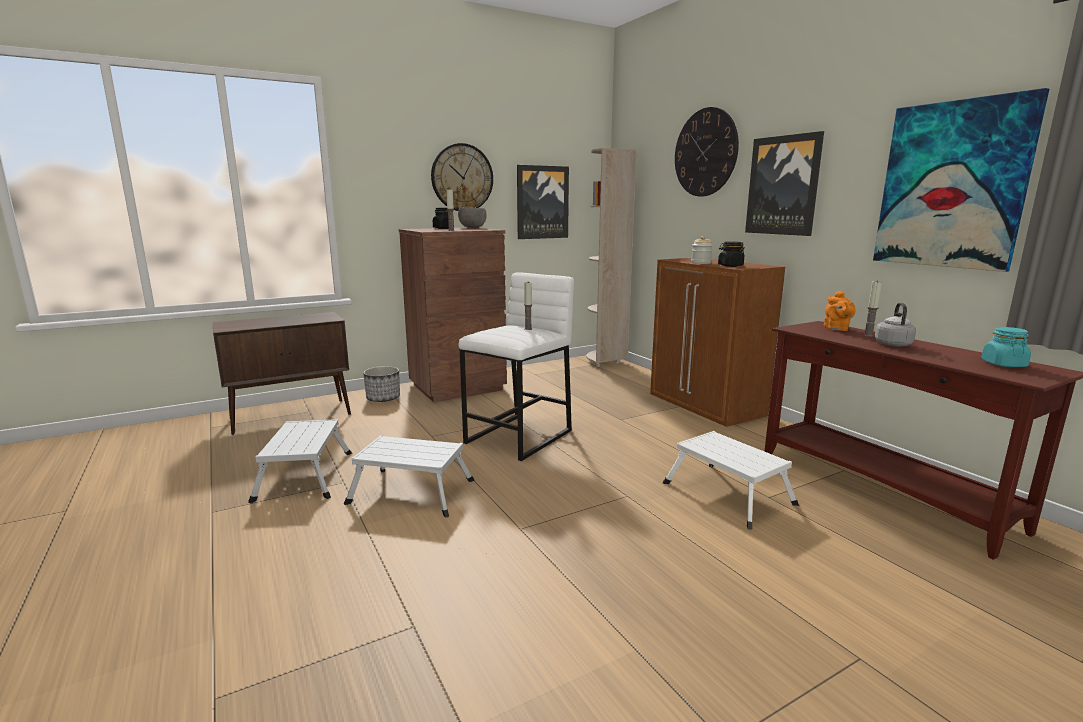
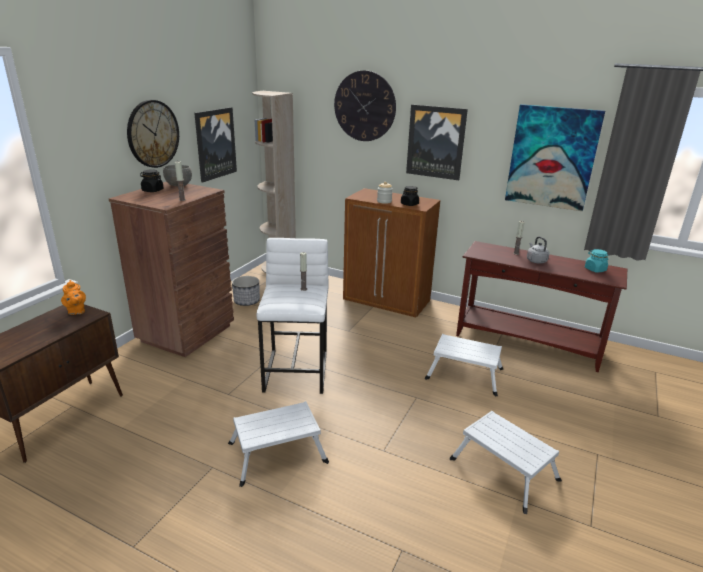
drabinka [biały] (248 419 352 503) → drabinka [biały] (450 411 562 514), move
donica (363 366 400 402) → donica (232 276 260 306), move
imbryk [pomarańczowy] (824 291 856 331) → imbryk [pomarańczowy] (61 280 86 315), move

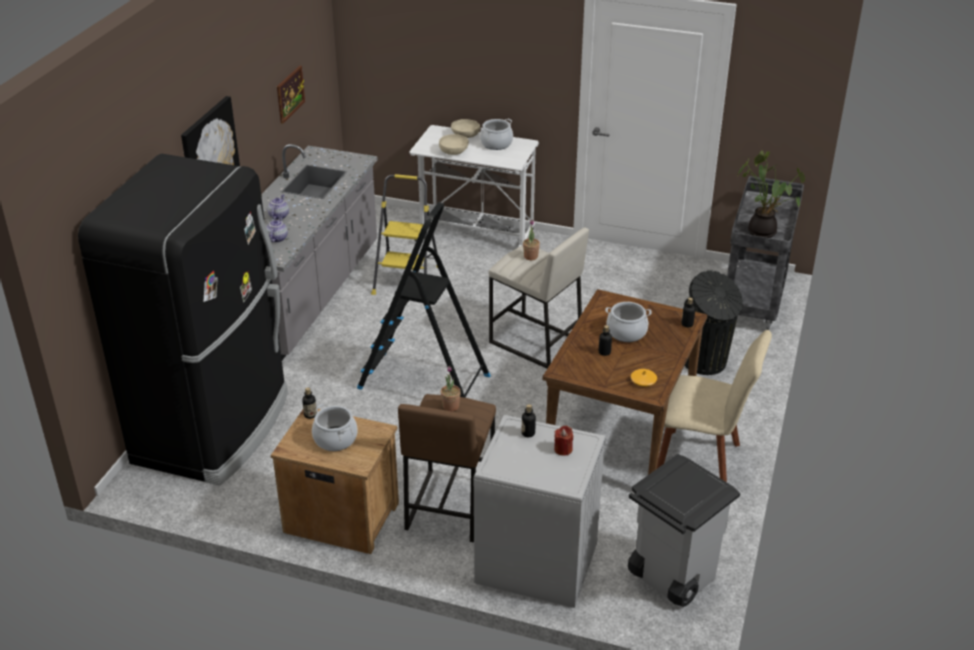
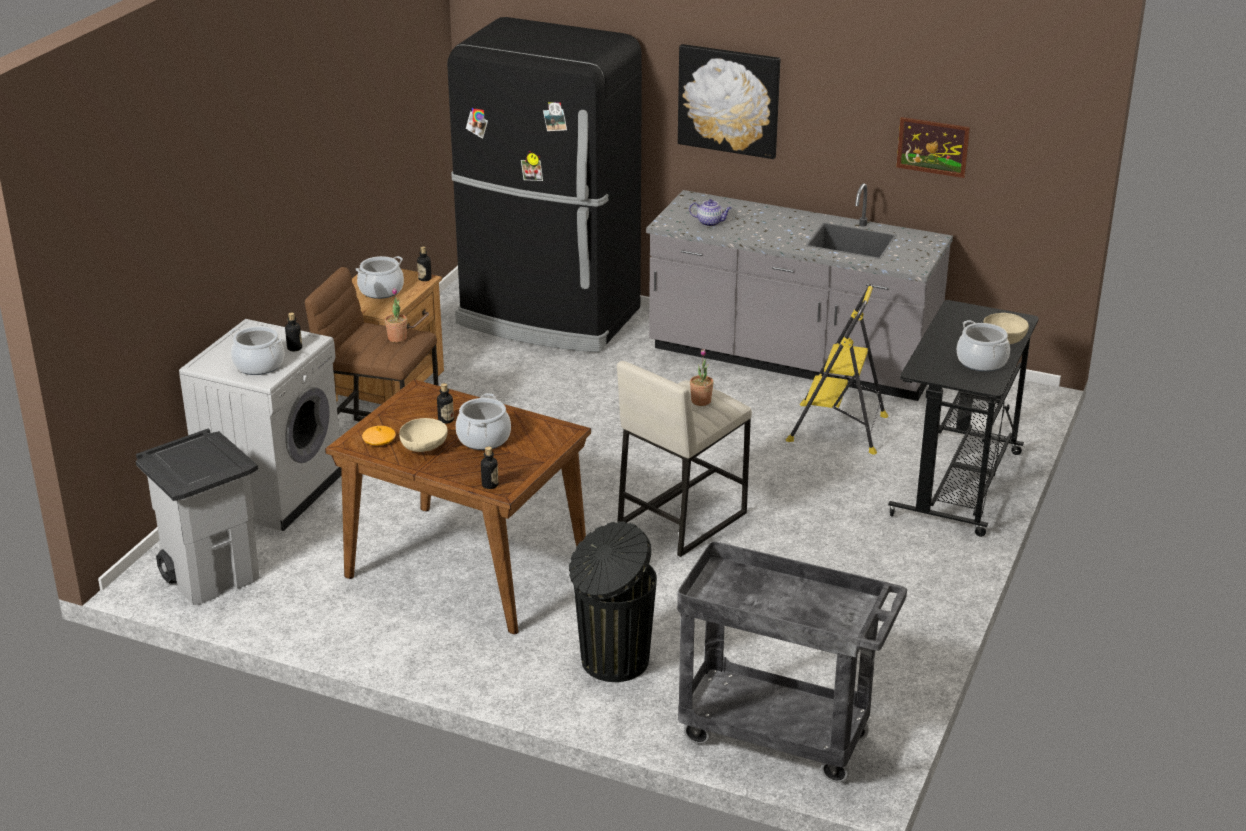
imbryk (267 194 289 220) → -
drabinka [czarny] (357 202 491 398) → -
krzesło [beżowy] (657 330 772 482) → -
roślina doniczkowa (738 150 805 238) → -
miska [beżowy] (439 134 469 155) → miska [beżowy] (399 418 448 452), move
świeca [czerwony] (554 426 573 456) → garnek (229 326 284 375)
biurko [biały] (410 125 539 247) → biurko [czarny] (888 300 1039 537)

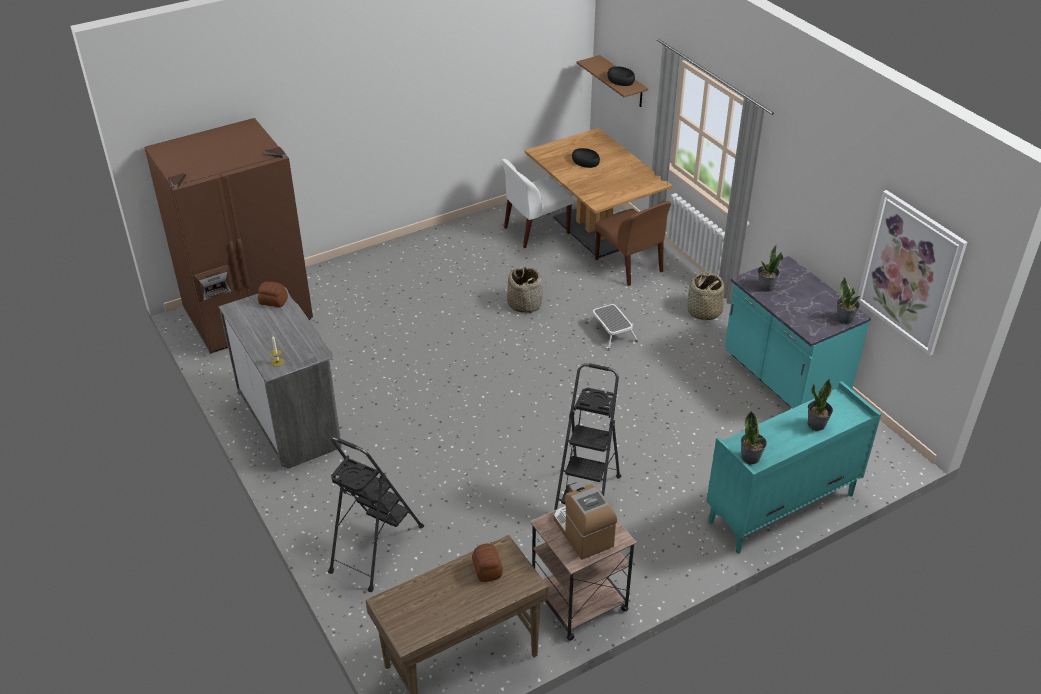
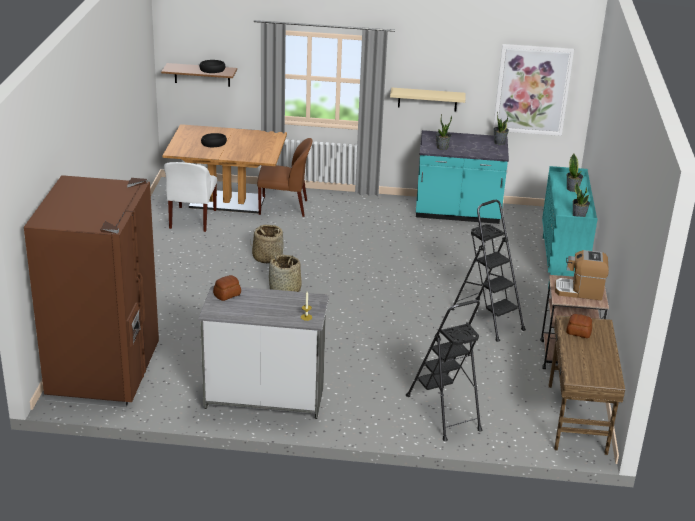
drabinka [szary] (586 304 638 351) → -
- → półka [beżowy] (390 88 466 111)
koszyk (687 271 724 321) → koszyk (269 255 302 292), move

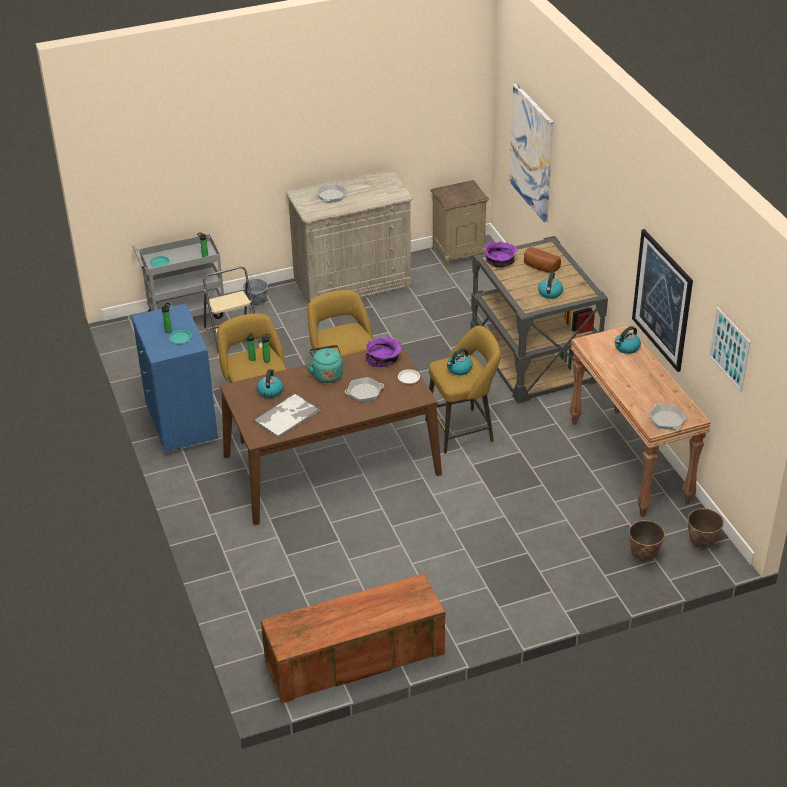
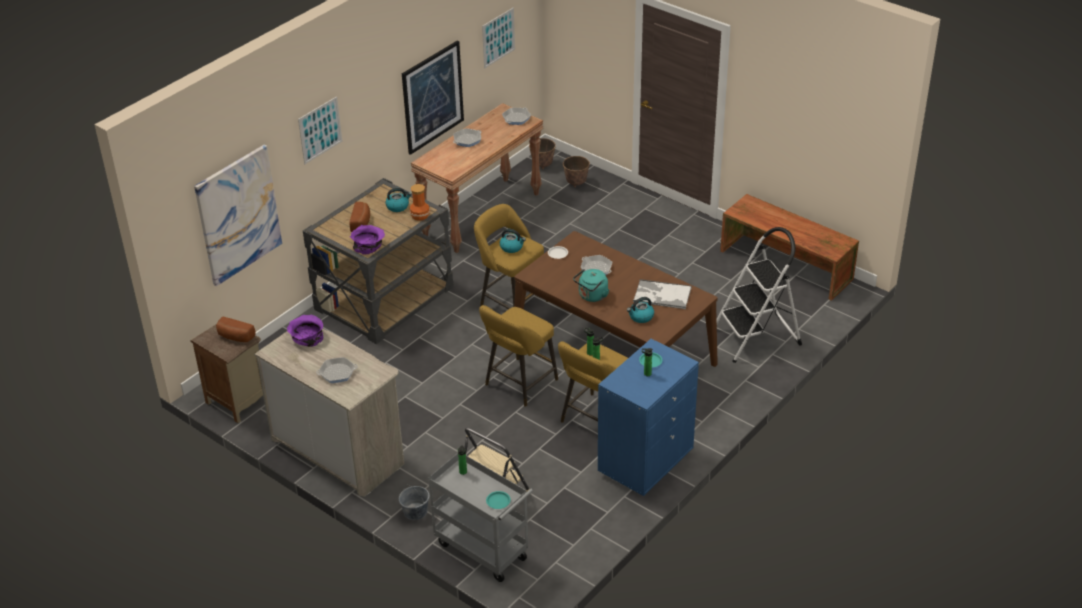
czajnik (615 326 641 354) → -
- → chleb (216 317 256 342)
- → obraz (298 97 342 164)
- → wazon (409 184 430 221)
- → patelnia (453 128 482 147)
- → drabinka (717 227 802 363)
miska [fioletowy] (365 336 401 367) → miska [fioletowy] (287 315 323 347), move

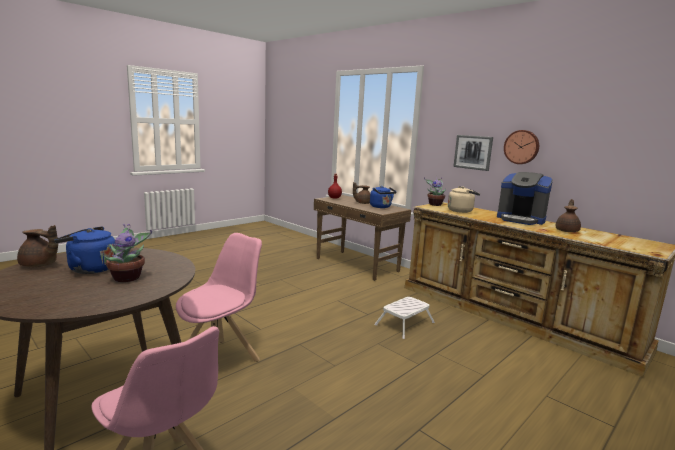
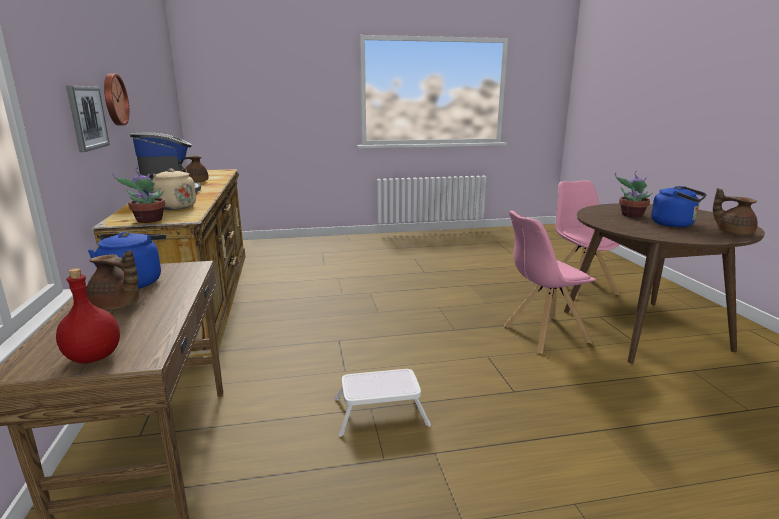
drabinka [biały] (375 297 435 339) → drabinka [biały] (335 369 431 437), move

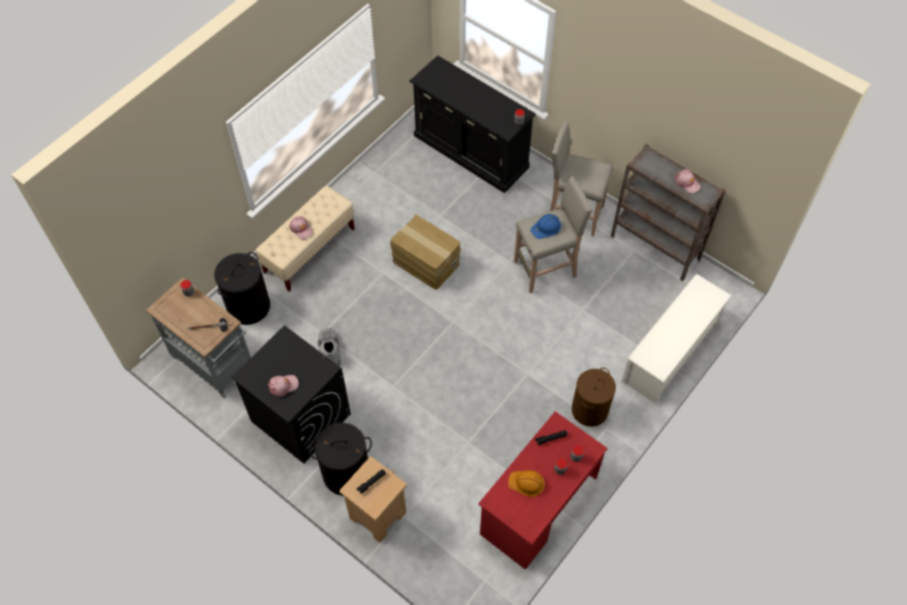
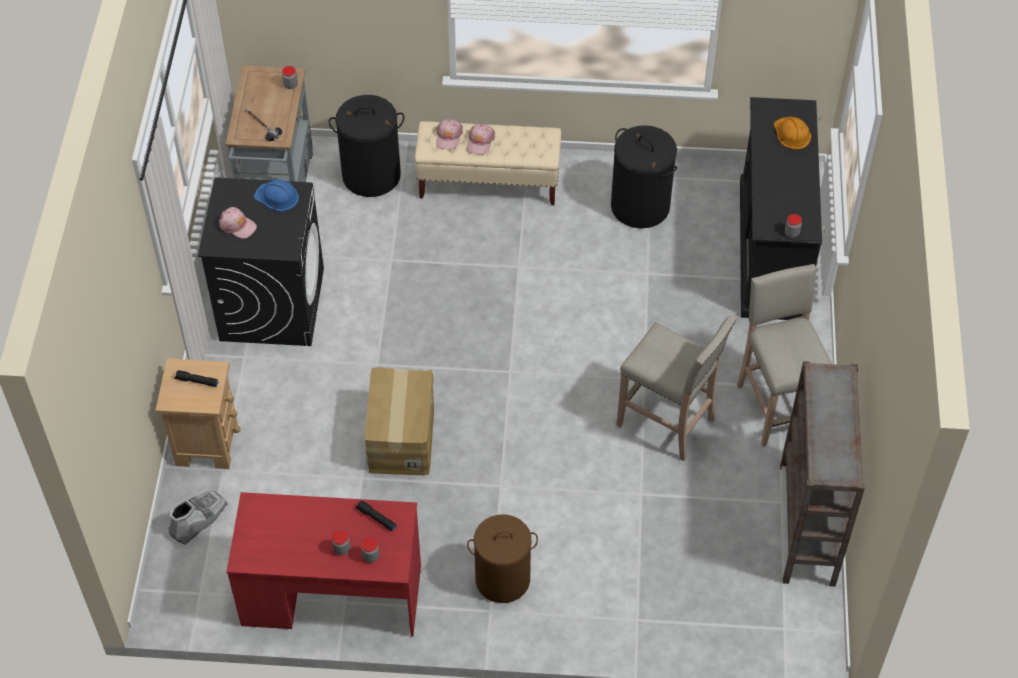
regał na buty [biały] (621 274 732 404) → -
kosz na pranie [czarny] (309 423 372 496) → kosz na pranie [czarny] (611 125 677 228), move
but z cholewką [szary] (317 328 341 366) → but z cholewką [szary] (168 490 227 545), move
karton (390 214 461 290) → karton (365 367 434 475), move
kask [pomarańczowy] (508 470 545 497) → kask [pomarańczowy] (774 117 811 150), move
kask [niebieski] (530 214 561 239) → kask [niebieski] (254 180 299 212), move
czapka z daszkiem [różowy] (675 169 701 193) → czapka z daszkiem [różowy] (436 119 463 150), move

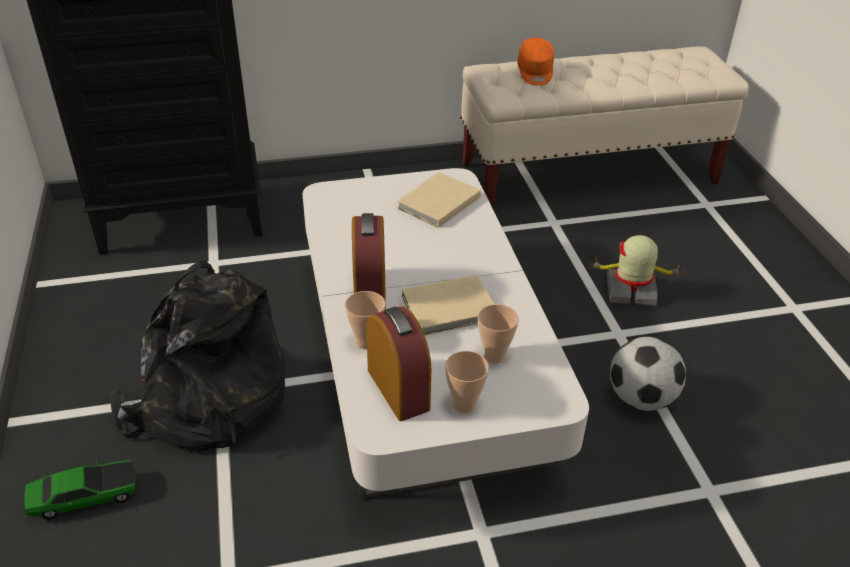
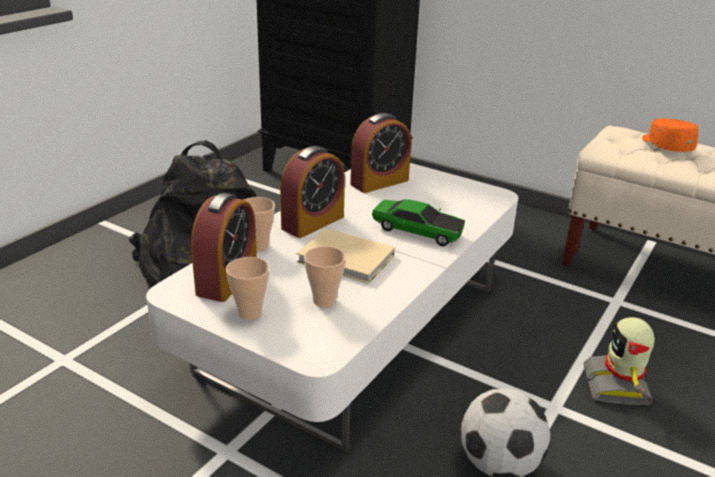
książka [beżowy] (397 172 481 228) → -
- → budzik (350 113 411 193)
samochodzik (24 460 136 520) → samochodzik (372 199 465 246), move
czapka z daszkiem [pomarańczowy] (517 37 554 86) → czapka z daszkiem [pomarańczowy] (642 118 698 152), 120 degrees clockwise
robot zabawkowy (590 235 683 306) → robot zabawkowy (583 317 655 405), 135 degrees counterclockwise

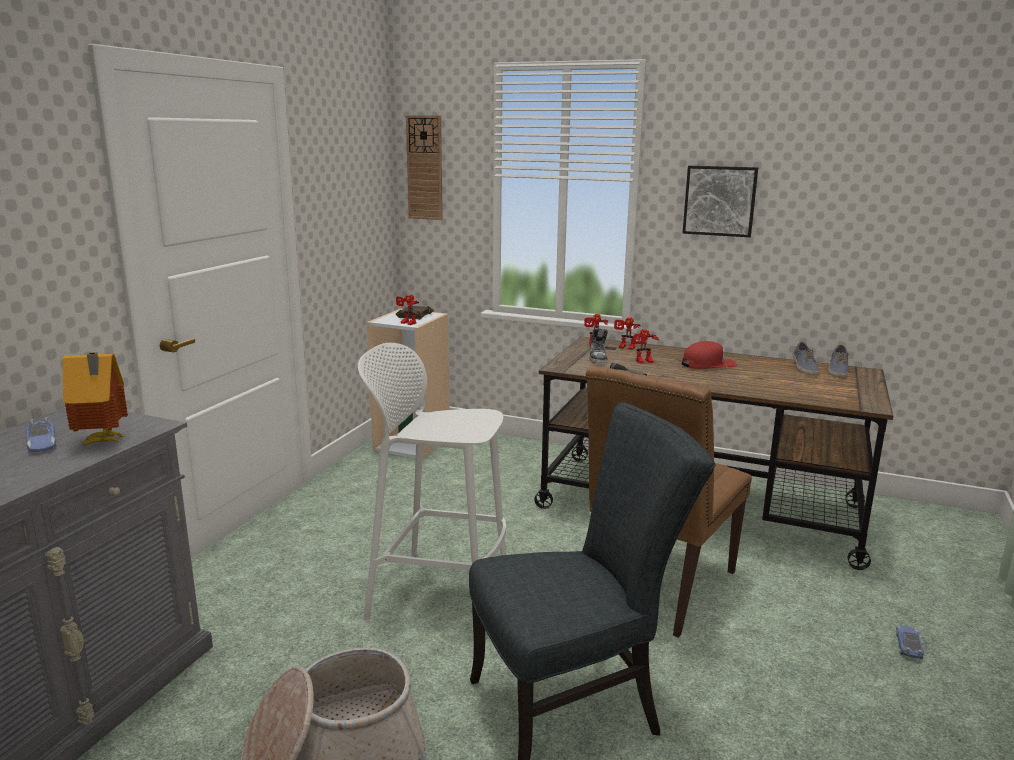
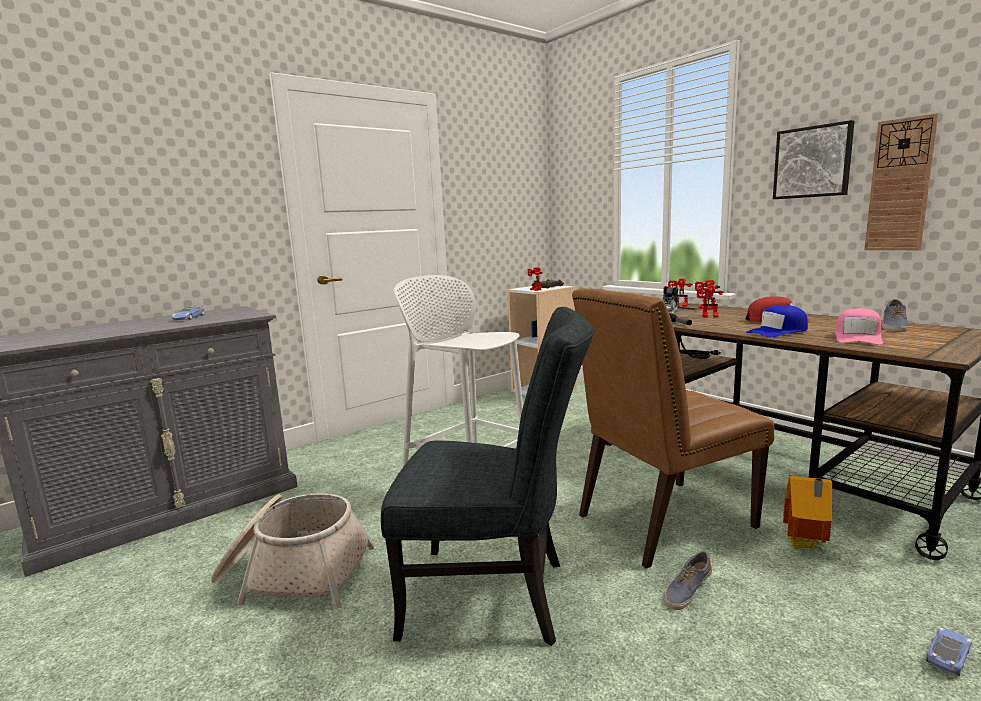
- → czapka z daszkiem [niebieski] (746 305 808 337)
- → czapka z daszkiem [różowy] (835 308 883 345)
domek (63 352 128 445) → domek (783 476 832 551), move
zegar ścienny (406 115 443 220) → zegar ścienny (864 113 938 250), move
but (828 344 849 378) → but (664 551 712 610), move

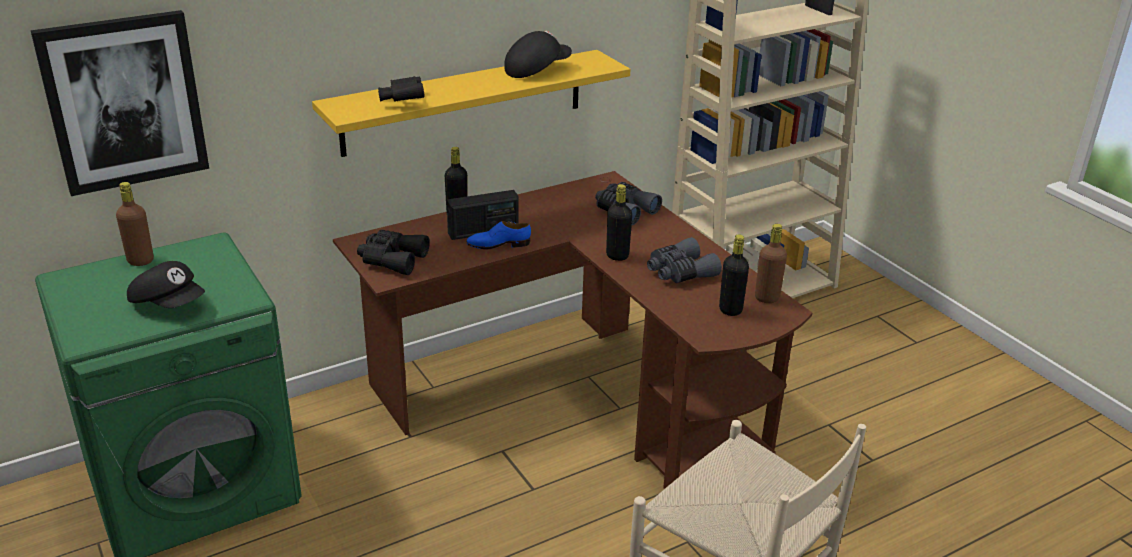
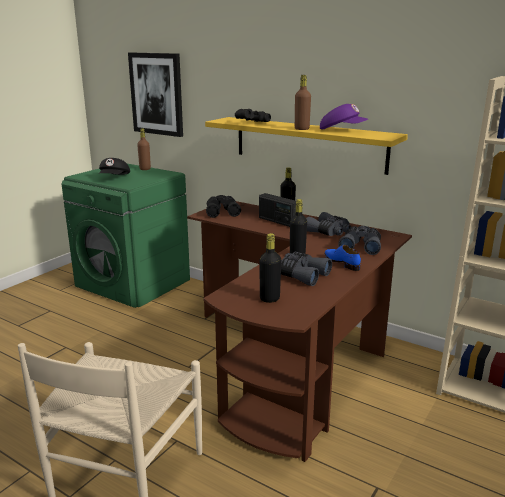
- → lornetka [szary] (306 212 351 236)
but [niebieski] (466 221 531 249) → but [niebieski] (324 245 361 271), move
butelka [brązowy] (755 224 787 303) → butelka [brązowy] (295 75 311 130), move
czapka z daszkiem [czarny] (504 31 572 78) → czapka z daszkiem [fioletowy] (320 104 368 130)

